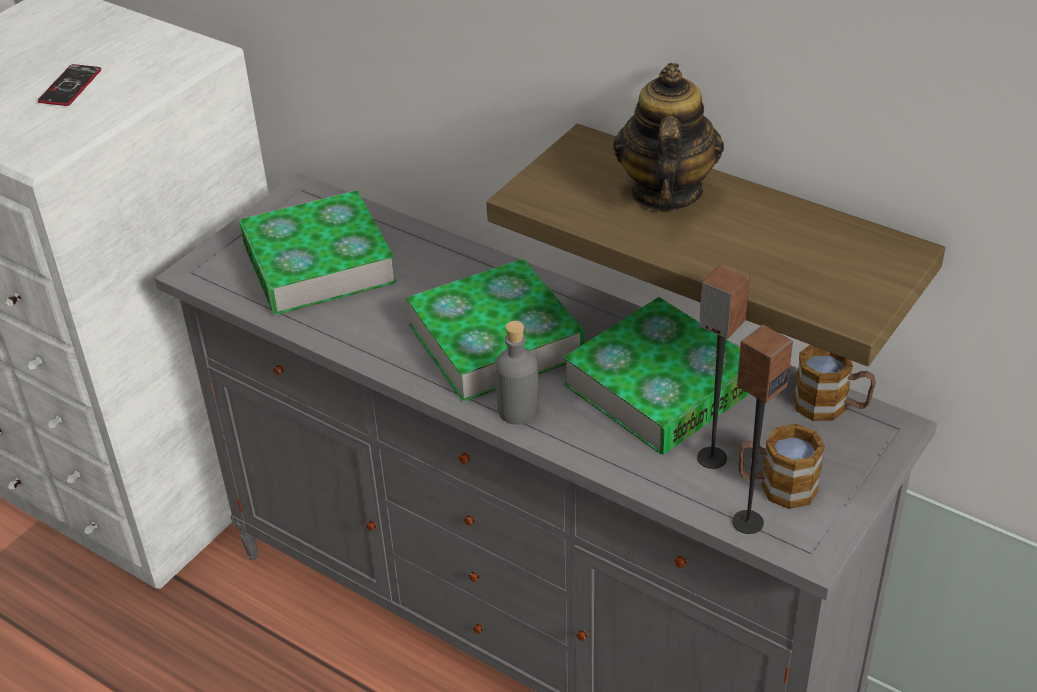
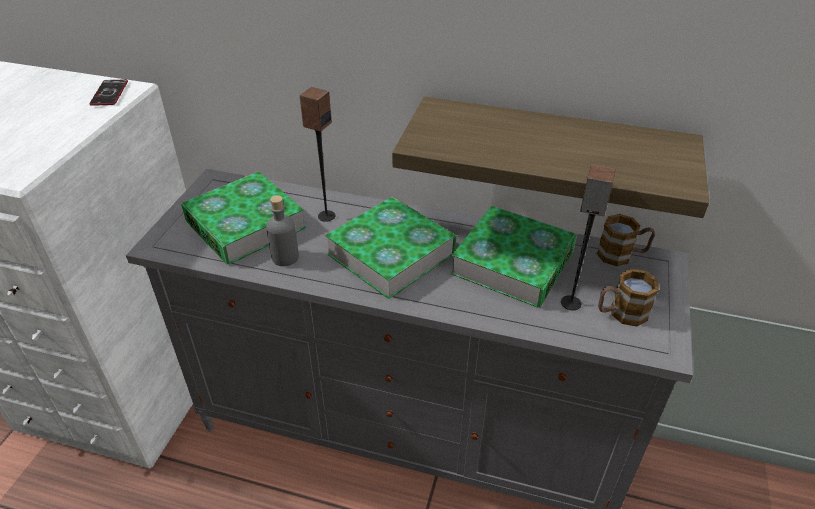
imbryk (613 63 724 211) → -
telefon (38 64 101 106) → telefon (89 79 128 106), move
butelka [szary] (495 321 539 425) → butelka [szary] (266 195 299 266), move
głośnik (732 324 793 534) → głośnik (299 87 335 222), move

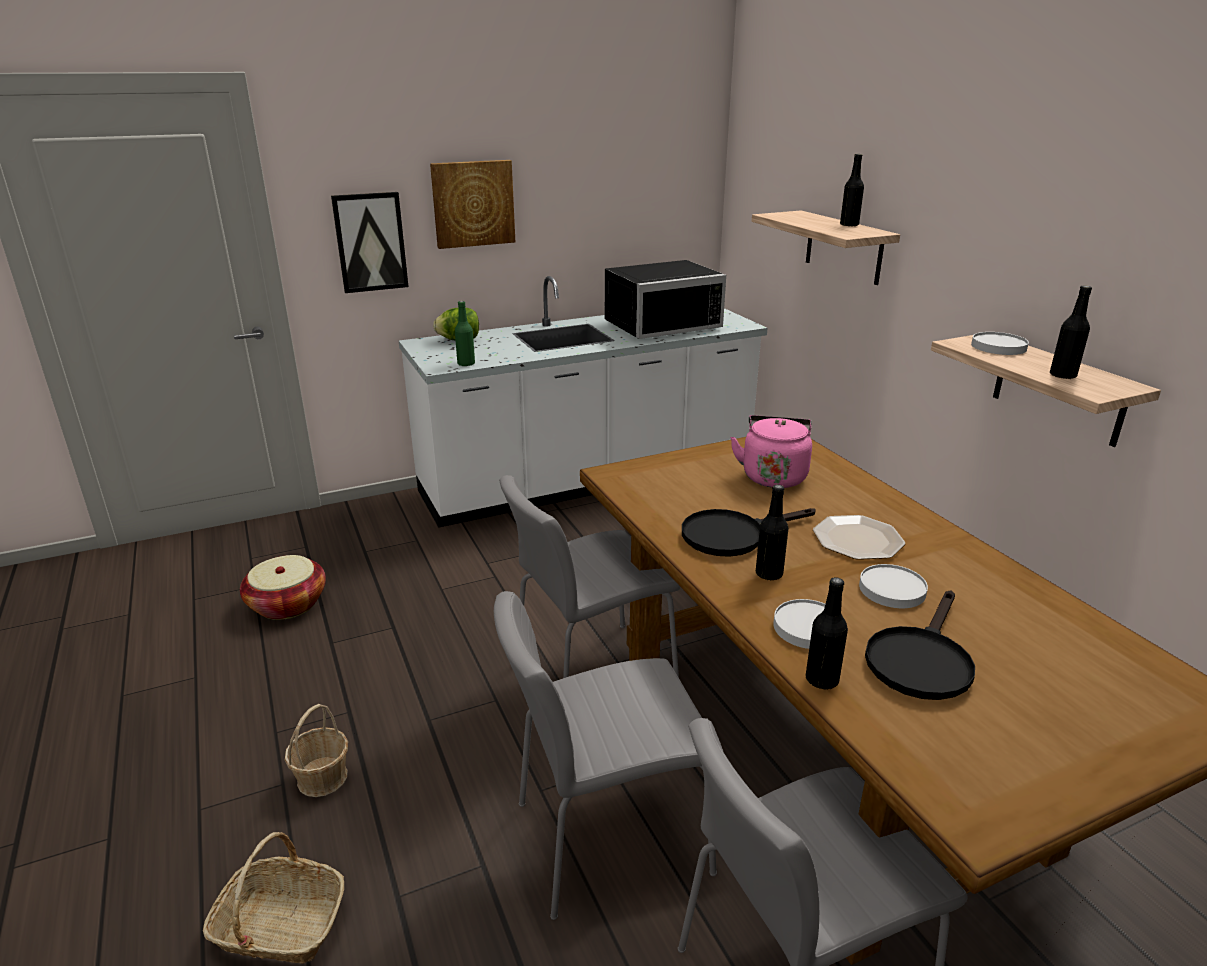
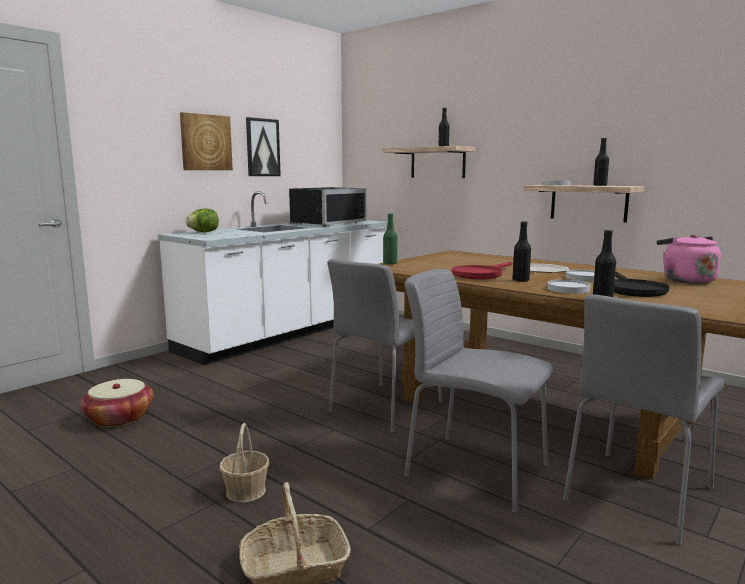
obraz (331 192 409 293) → obraz (246 117 281 176), move
butelka [zielony] (455 301 475 366) → butelka [zielony] (383 213 397 265), move
czajnik [różowy] (730 415 812 488) → czajnik [różowy] (657 234 721 284), move
patelnia [czarny] (682 508 816 557) → patelnia [czerwony] (452 262 512 280)
krzesło [szary] (494 591 717 920) → krzesło [szary] (404 269 553 513), 75 degrees clockwise

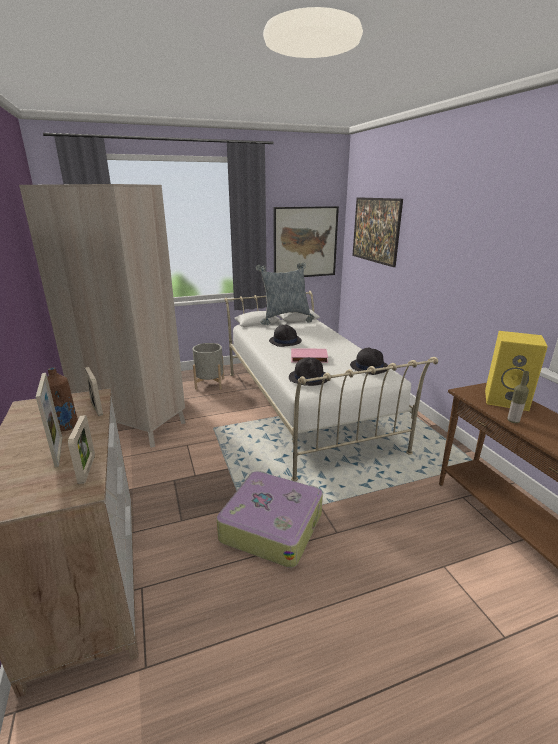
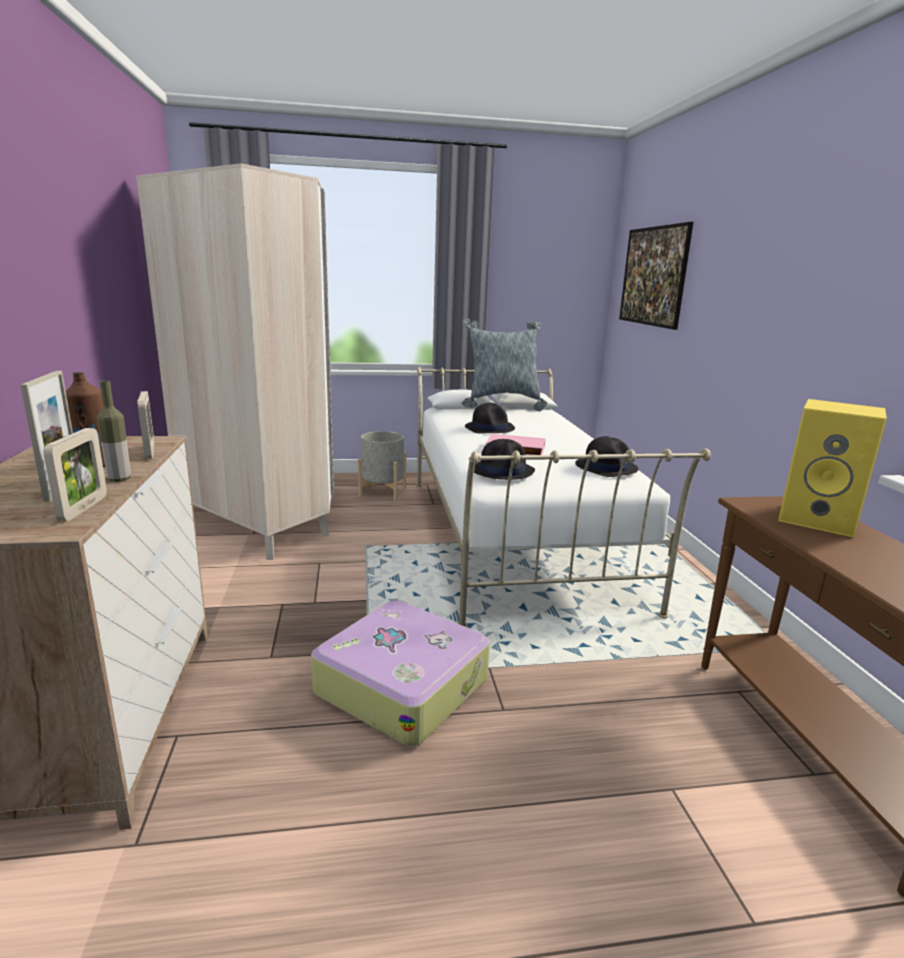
obraz (273 206 339 277) → -
butelka (507 371 529 423) → butelka (97 380 131 482), move

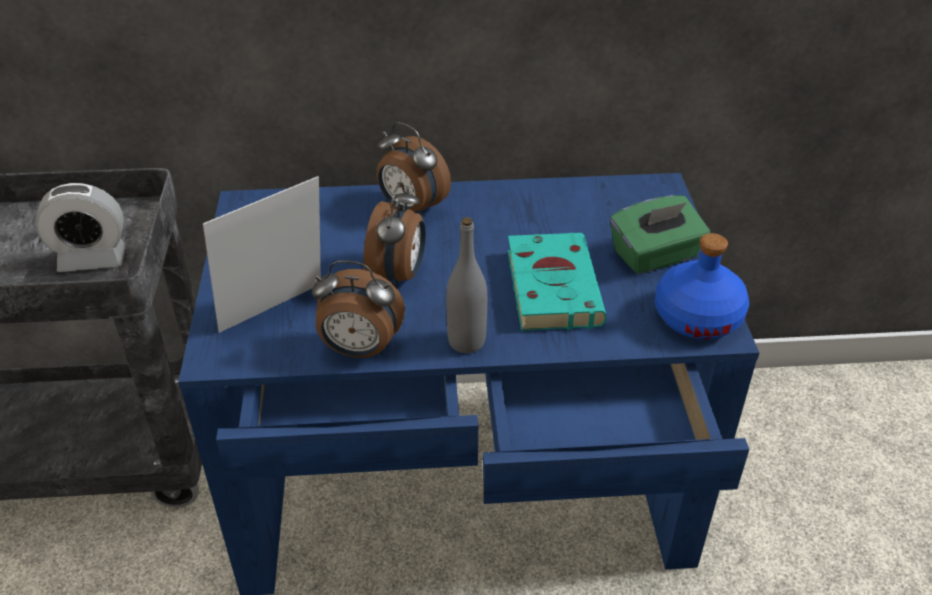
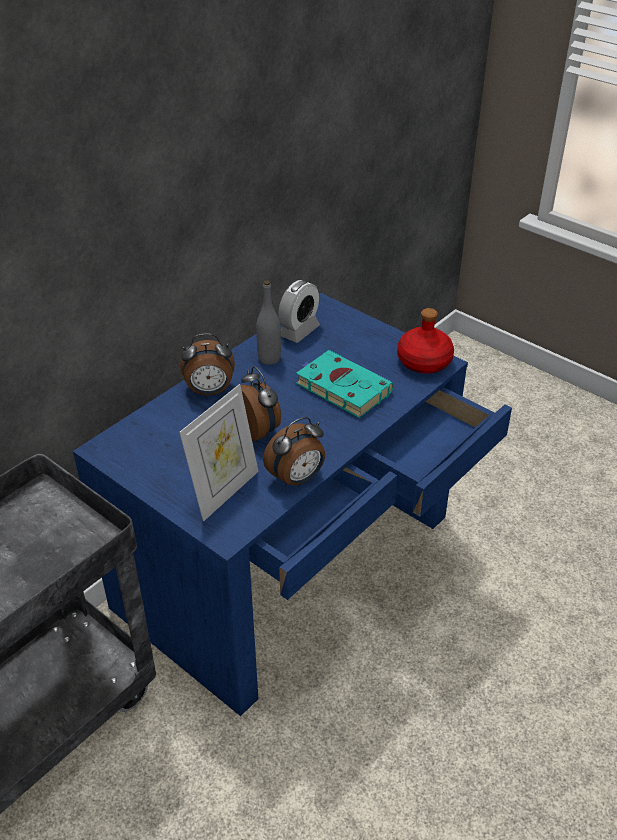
pudełko chusteczek [zielony] (610 195 710 274) → -
budzik (35 183 126 272) → budzik (278 280 320 343), move
butelka [szary] (446 217 487 353) → butelka [szary] (256 280 281 365), move
butelka [niebieski] (655 233 749 339) → butelka [czerwony] (397 308 454 374)
ramka na zdjęcie (203 176 321 333) → ramka na zdjęcie (179 384 259 521), 150 degrees counterclockwise

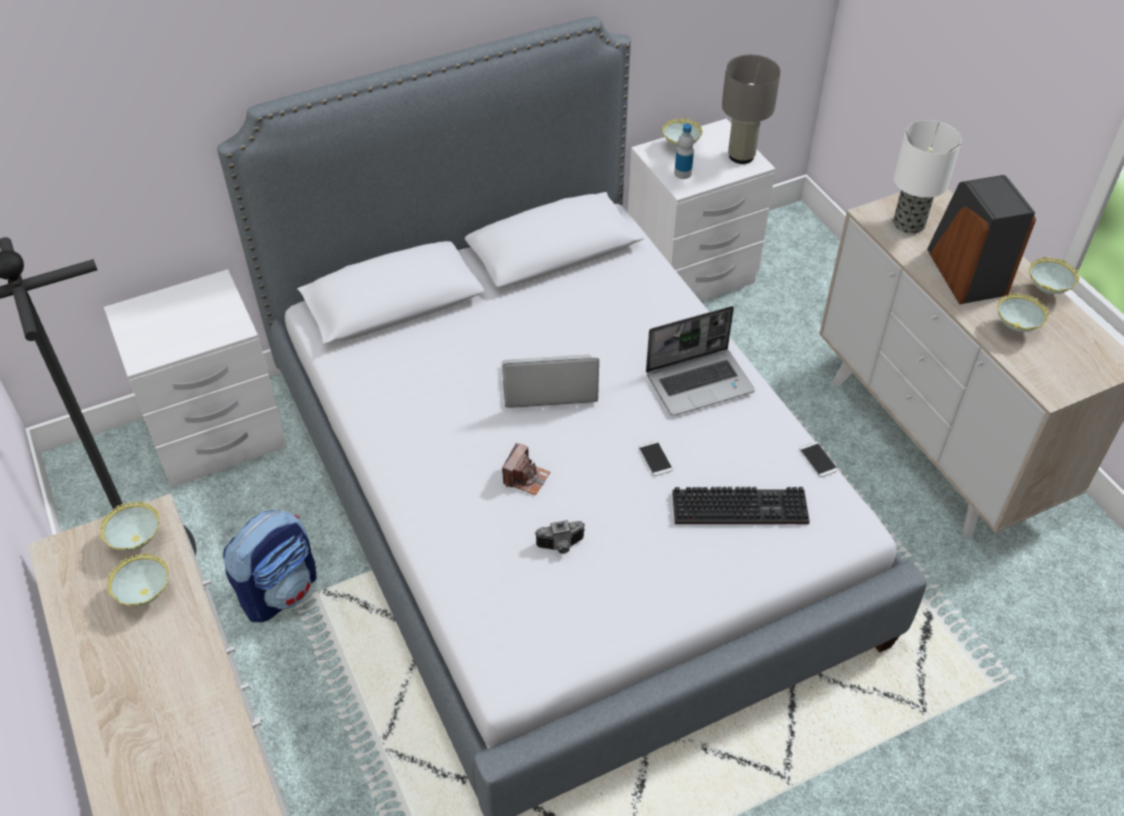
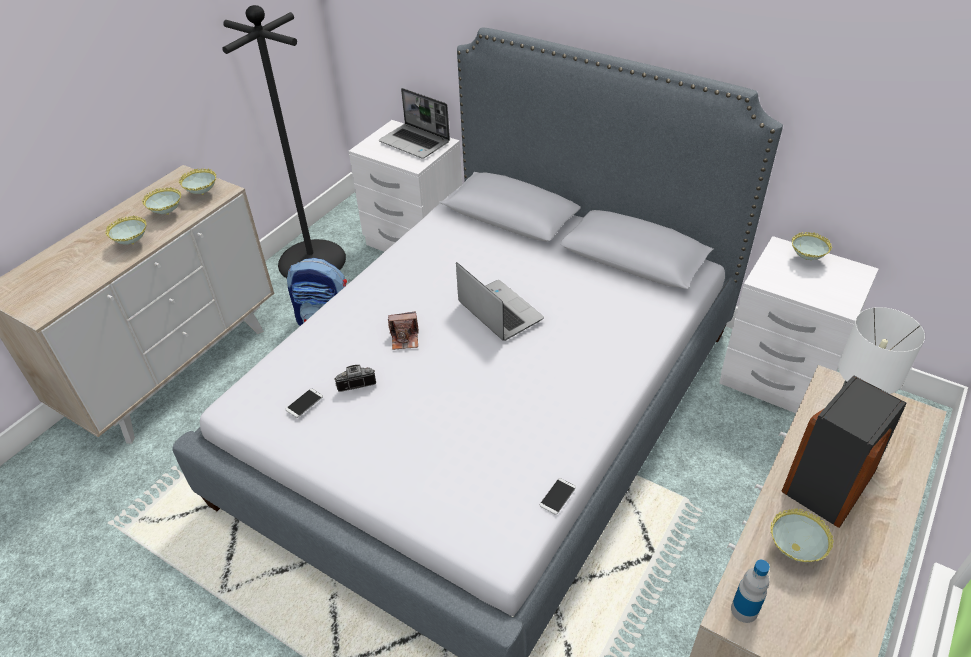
klawiatura (672 487 810 524) → -
lampa stołowa [szary] (722 55 780 164) → -
telefon (639 441 673 476) → telefon (286 388 323 418), move
laptop (646 306 755 416) → laptop (379 88 450 159), move
butelka (674 123 694 179) → butelka (731 560 770 623), move
miska (1029 257 1080 294) → miska (105 216 147 244), move
aparat fotograficzny (535 520 585 554) → aparat fotograficzny (334 365 376 392), 120 degrees clockwise

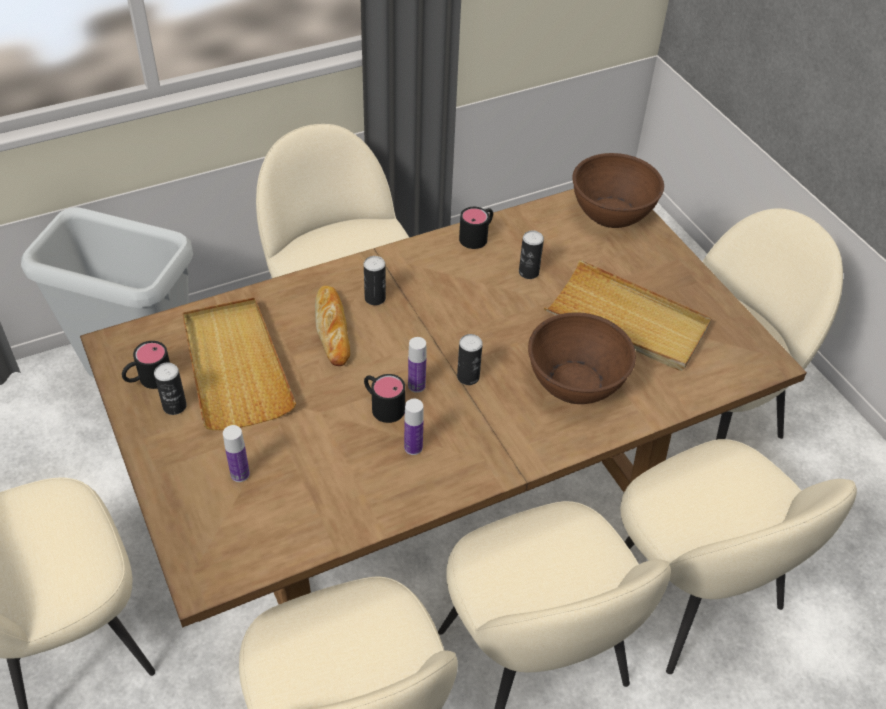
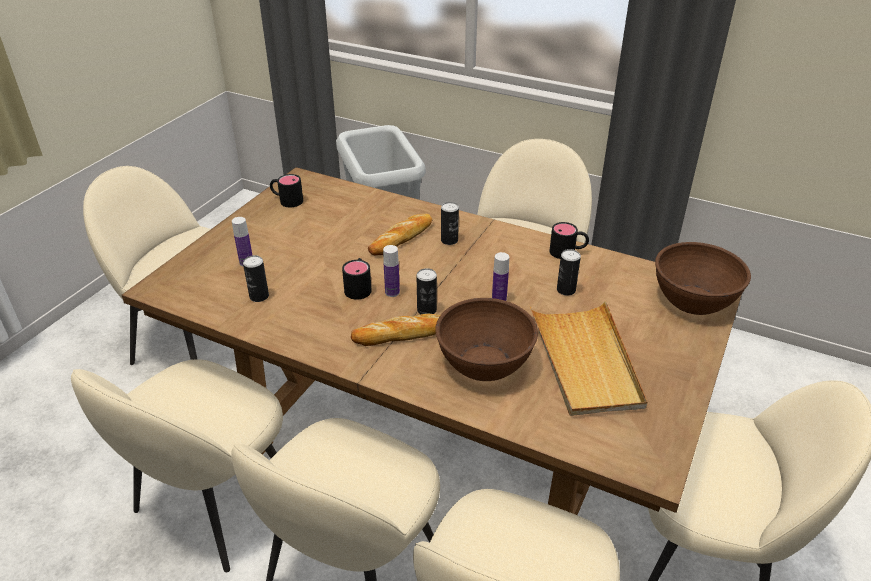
taca [beżowy] (183 297 296 430) → -
- → chleb (351 313 440 346)
puszka (154 363 187 415) → puszka (243 255 269 302), move
butelka (404 399 424 455) → butelka (492 252 509 301), move

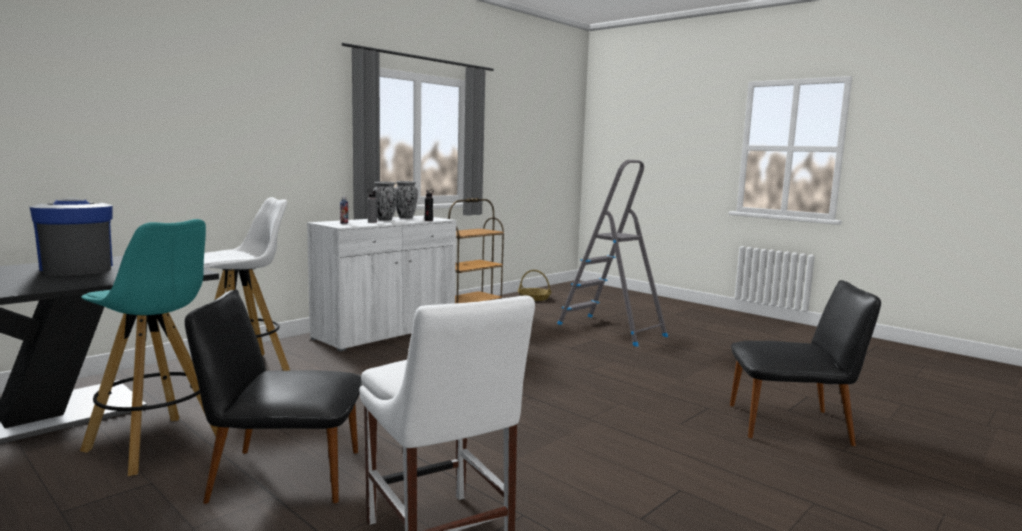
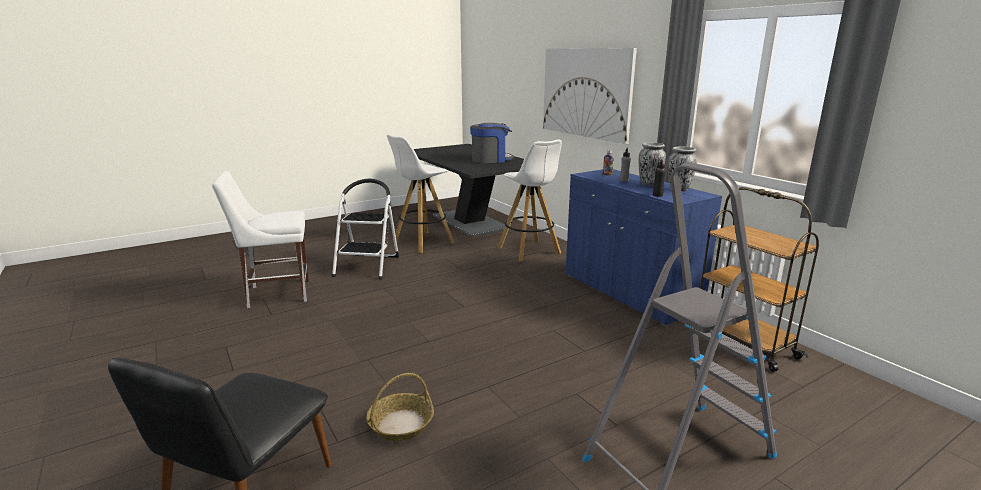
- → obraz (543 48 637 144)
koszyk (518 270 552 301) → koszyk (366 373 434 441), move
krzesło [czarny] (185 290 362 504) → drabinka (332 179 399 279)
stołek [turkusowy] (80 219 218 476) → stołek [biały] (387 134 454 253)
szafka [biały] (307 216 456 351) → szafka [niebieski] (566 169 722 327)

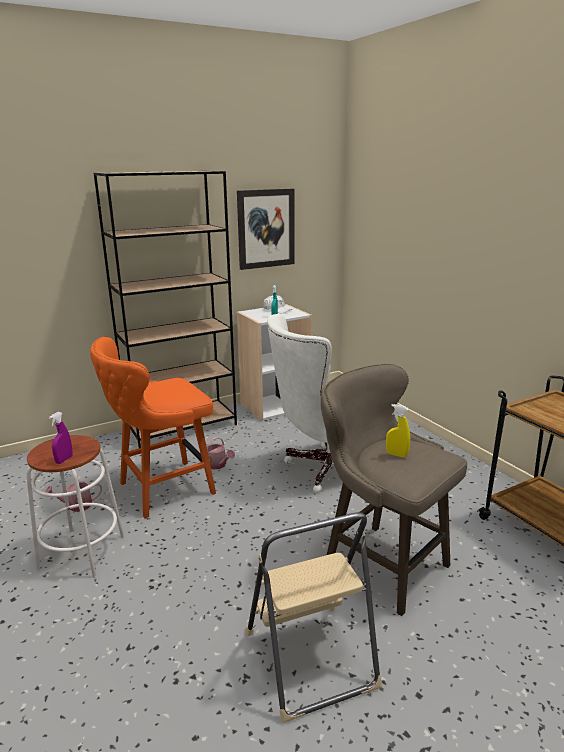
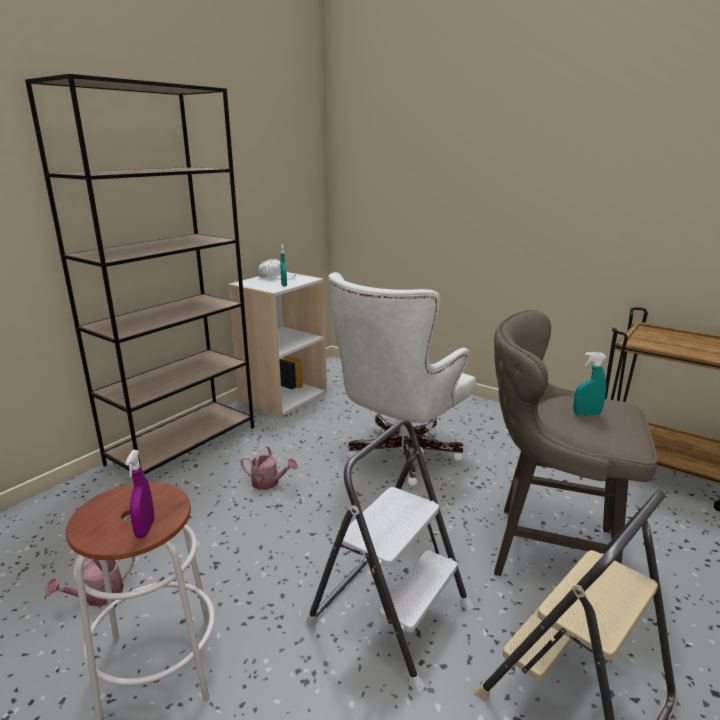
stołek [pomarańczowy] (90 337 216 519) → -
obraz (237 189 295 270) → -
- → drabinka [biały] (306 419 473 692)
spryskiwacz [żółty] (386 404 410 458) → spryskiwacz [turkusowy] (573 352 607 416)

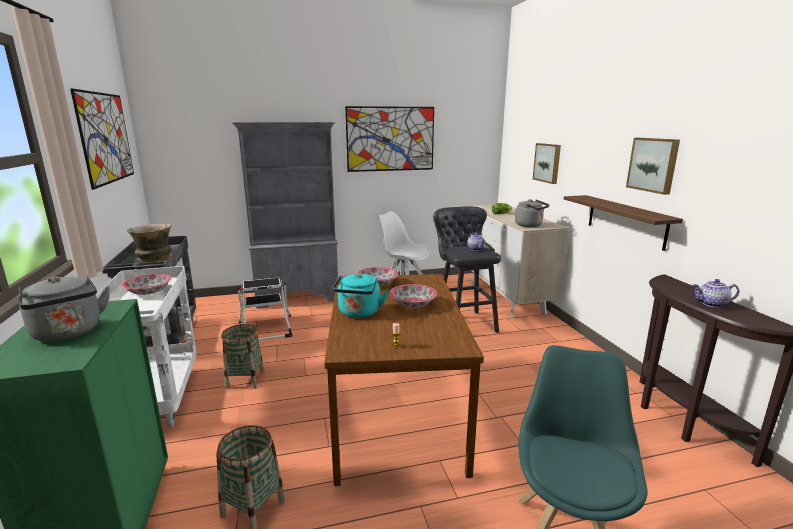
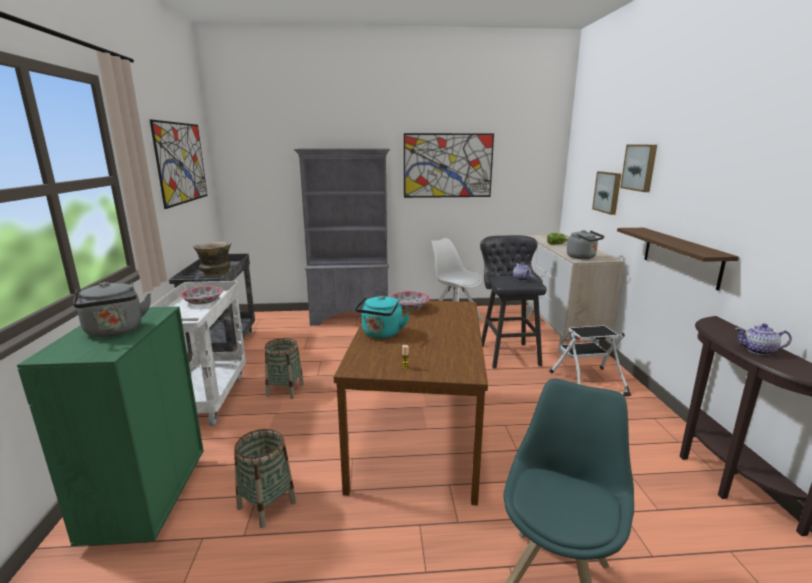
miska (389 284 437 308) → -
drabinka (237 278 293 340) → drabinka (549 326 631 397), move
obraz (626 138 680 195) → obraz (620 145 657 192), move

